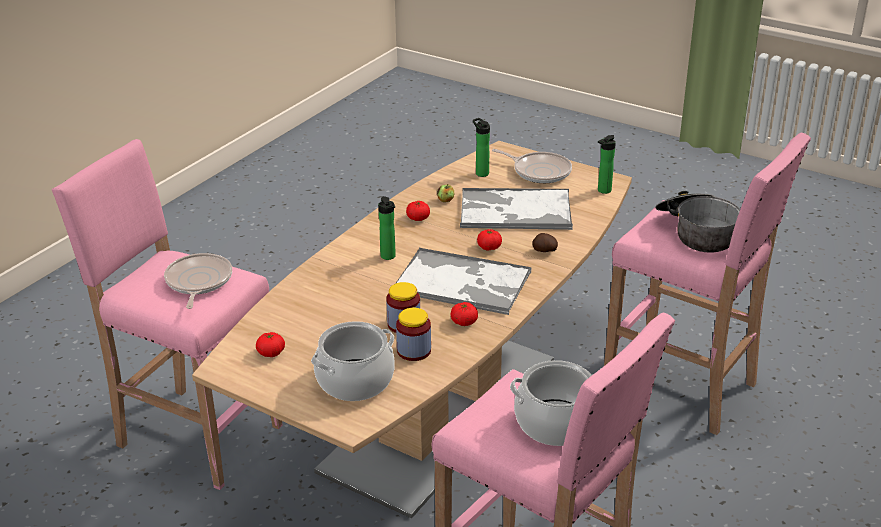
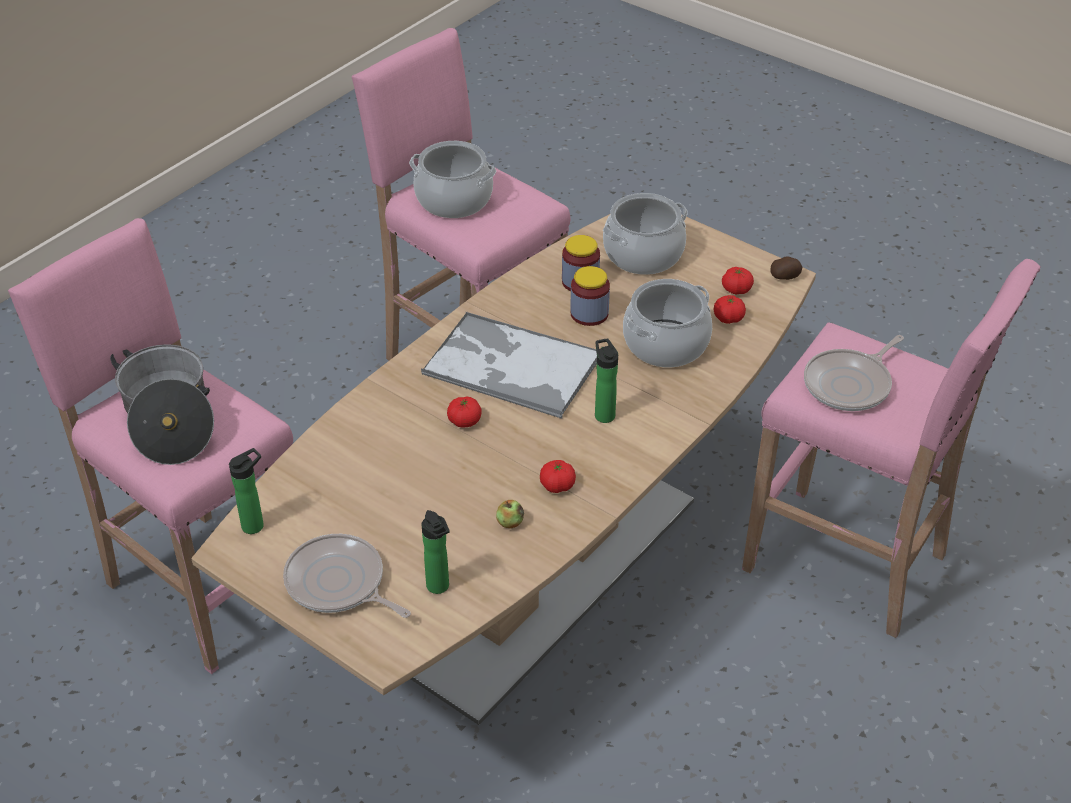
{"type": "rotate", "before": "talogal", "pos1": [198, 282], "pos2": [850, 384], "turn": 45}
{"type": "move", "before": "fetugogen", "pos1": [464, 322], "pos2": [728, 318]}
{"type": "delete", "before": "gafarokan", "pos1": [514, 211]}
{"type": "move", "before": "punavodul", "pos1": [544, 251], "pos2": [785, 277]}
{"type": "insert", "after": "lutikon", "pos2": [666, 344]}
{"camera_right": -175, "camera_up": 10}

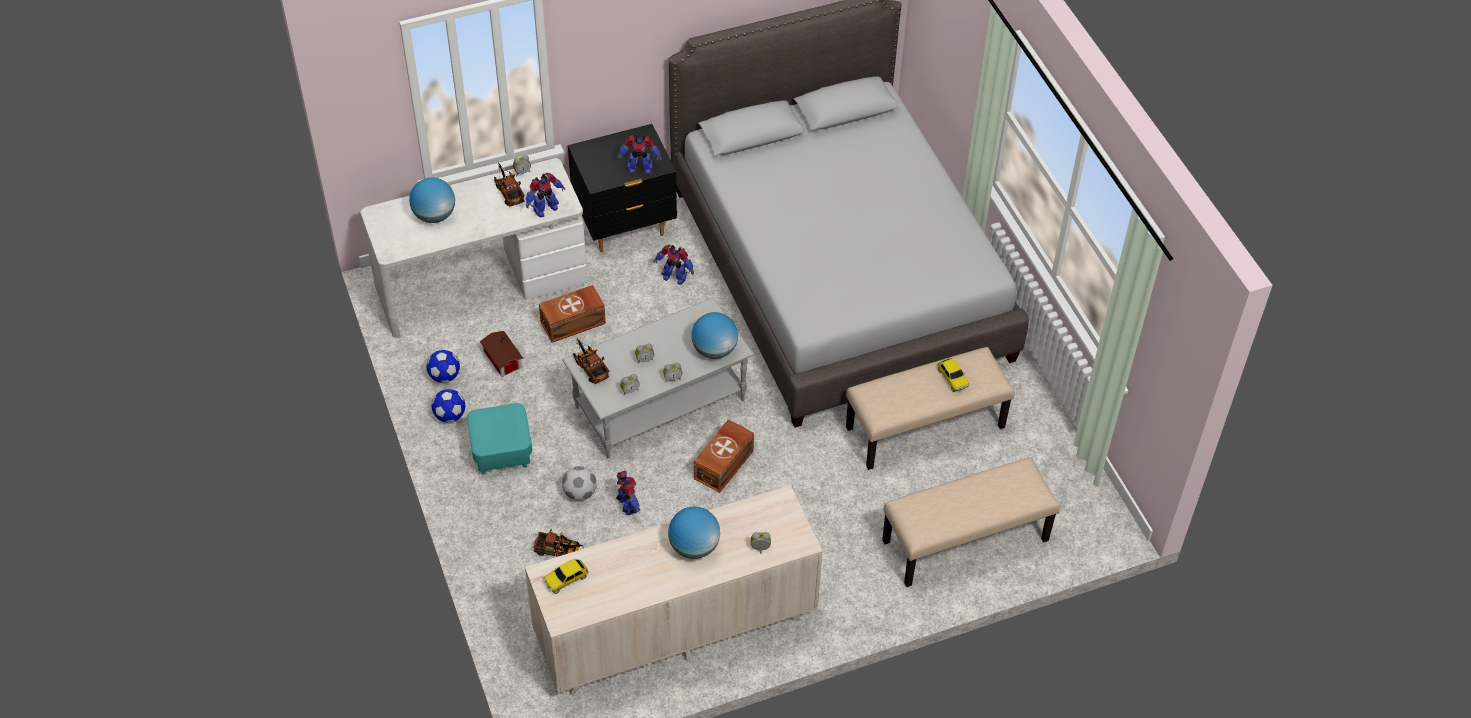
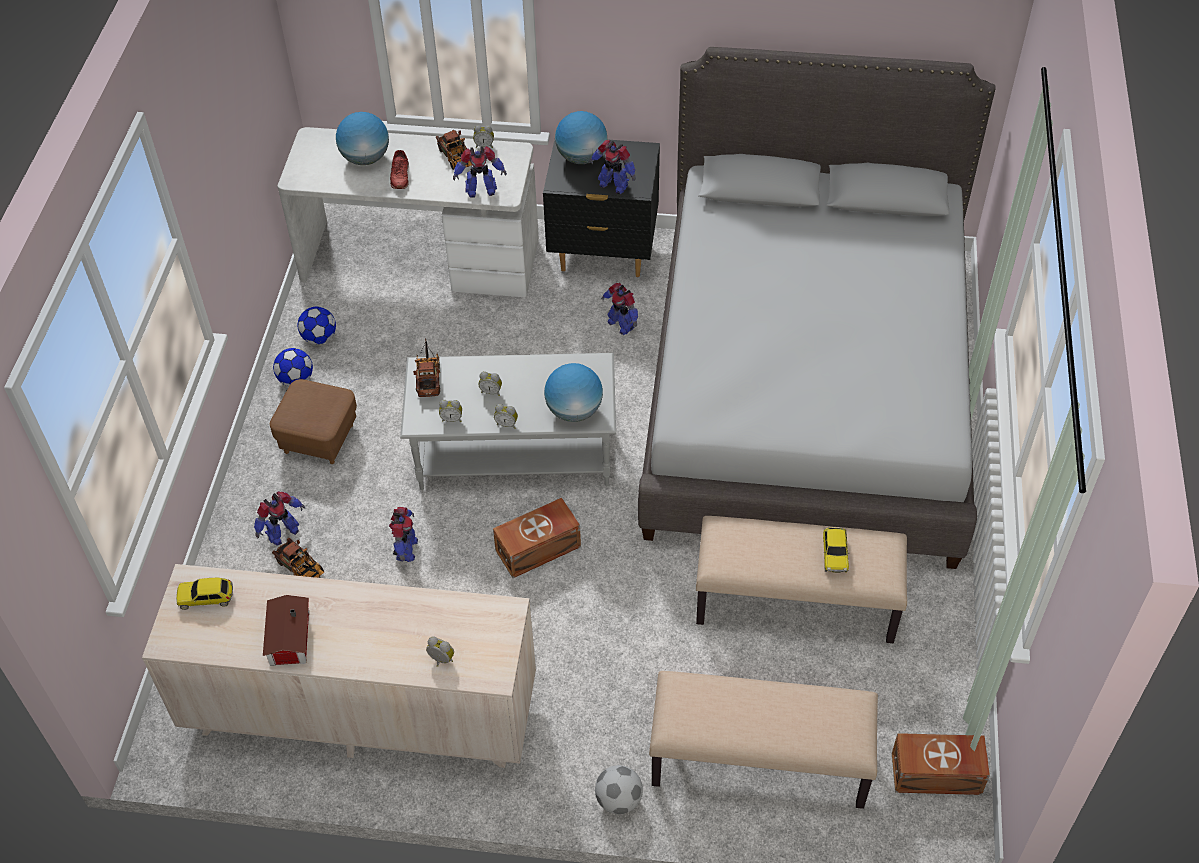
{"type": "recolor", "before": "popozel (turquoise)", "after": "popozel (brown)", "pos1": [502, 452], "pos2": [319, 438]}
{"type": "move", "before": "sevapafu", "pos1": [502, 360], "pos2": [288, 639]}
{"type": "rotate", "before": "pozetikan", "pos1": [508, 191], "pos2": [457, 159], "turn": 150}
{"type": "move", "before": "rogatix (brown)", "pos1": [574, 323], "pos2": [937, 775]}
{"type": "move", "before": "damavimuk", "pos1": [580, 493], "pos2": [618, 800]}
{"type": "move", "before": "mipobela", "pos1": [694, 546], "pos2": [582, 157]}
{"type": "insert", "after": "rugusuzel", "pos2": [282, 533]}
{"type": "insert", "after": "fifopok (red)", "pos2": [400, 176]}
{"camera_right": 30, "camera_up": 0}

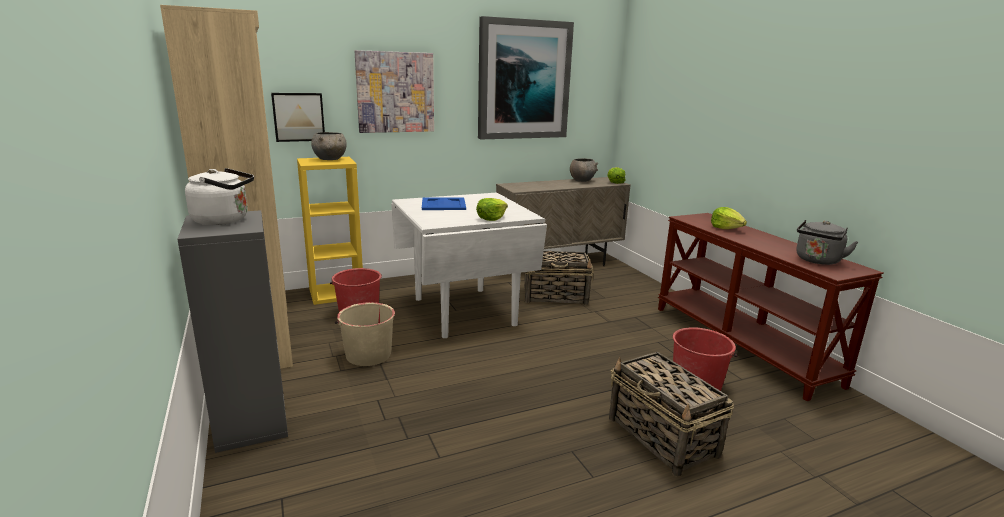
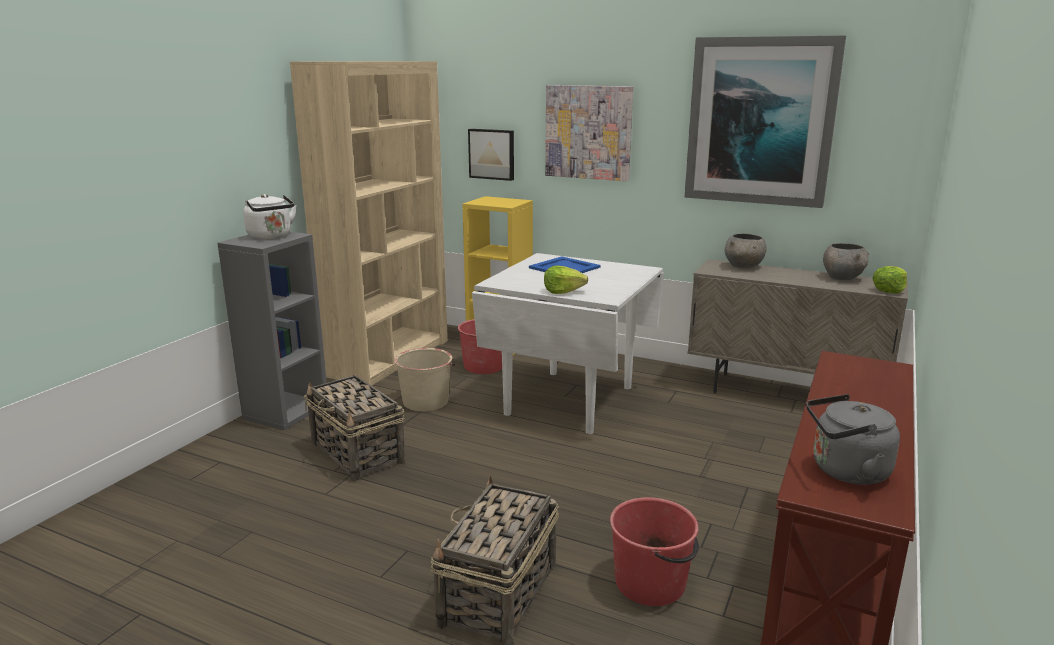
{"type": "move", "before": "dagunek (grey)", "pos1": [330, 159], "pos2": [744, 267]}
{"type": "move", "before": "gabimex", "pos1": [556, 296], "pos2": [358, 454]}
{"type": "delete", "before": "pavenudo", "pos1": [726, 228]}
{"camera_right": 50, "camera_up": 0}

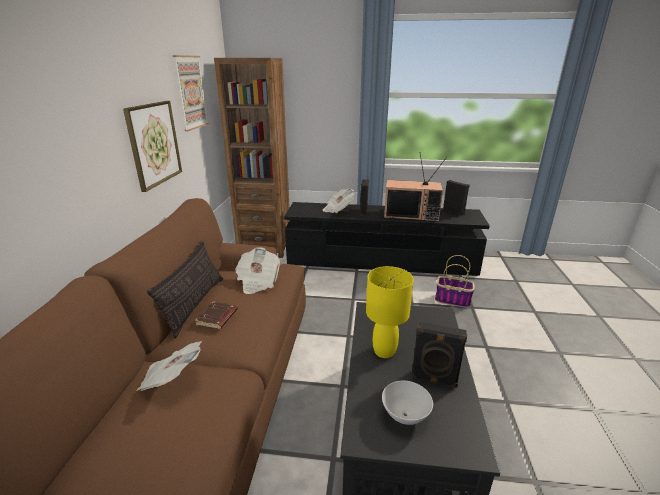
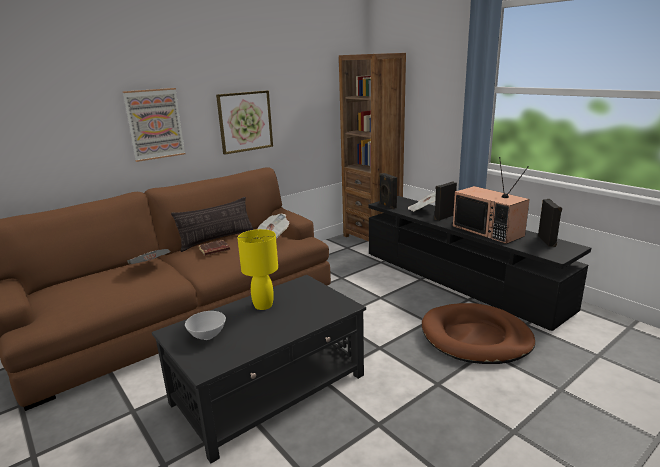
{"type": "move", "before": "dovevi", "pos1": [190, 92], "pos2": [155, 124]}
{"type": "move", "before": "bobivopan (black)", "pos1": [433, 380], "pos2": [387, 206]}
{"type": "replace", "before": "gabimex", "after": "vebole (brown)", "pos1": [453, 300], "pos2": [475, 337]}
{"camera_right": 45, "camera_up": -5}

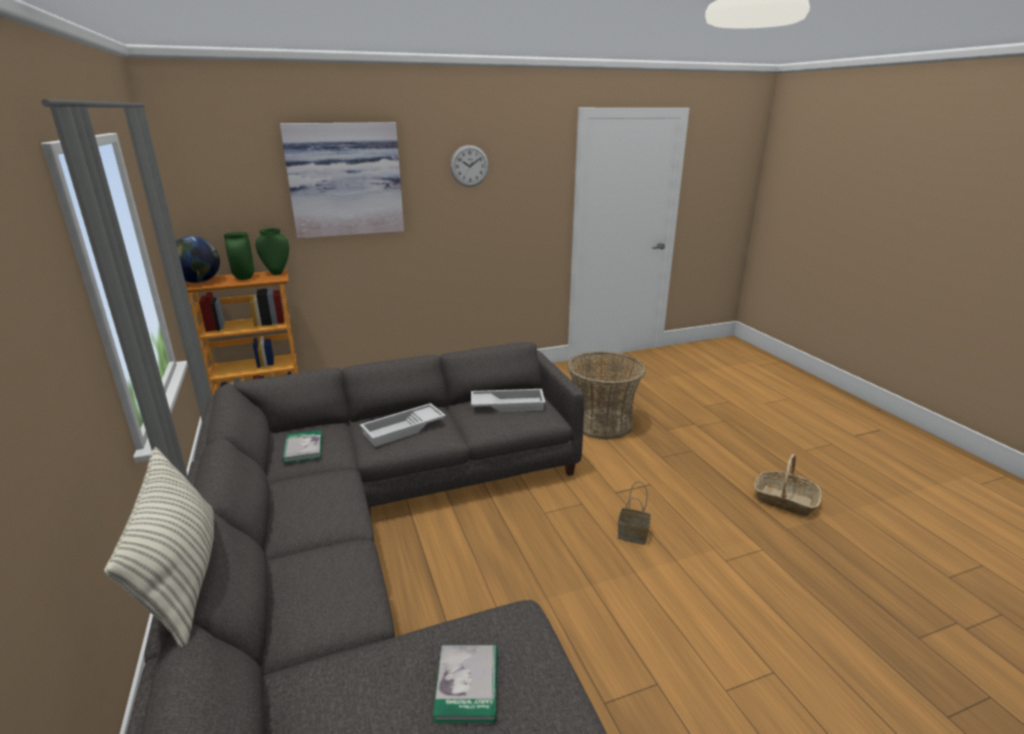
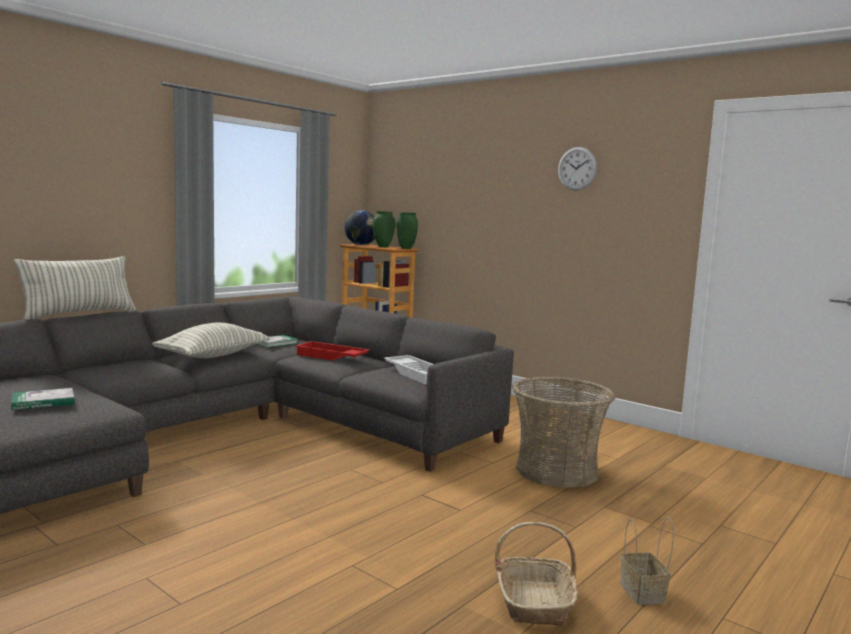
{"type": "delete", "before": "dovevi", "pos1": [345, 180]}
{"type": "recolor", "before": "gafarokan (white)", "after": "gafarokan (red)", "pos1": [403, 429], "pos2": [330, 357]}
{"type": "move", "before": "gabimex", "pos1": [634, 534], "pos2": [644, 593]}
{"type": "insert", "after": "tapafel", "pos2": [213, 356]}
{"camera_right": 60, "camera_up": -15}

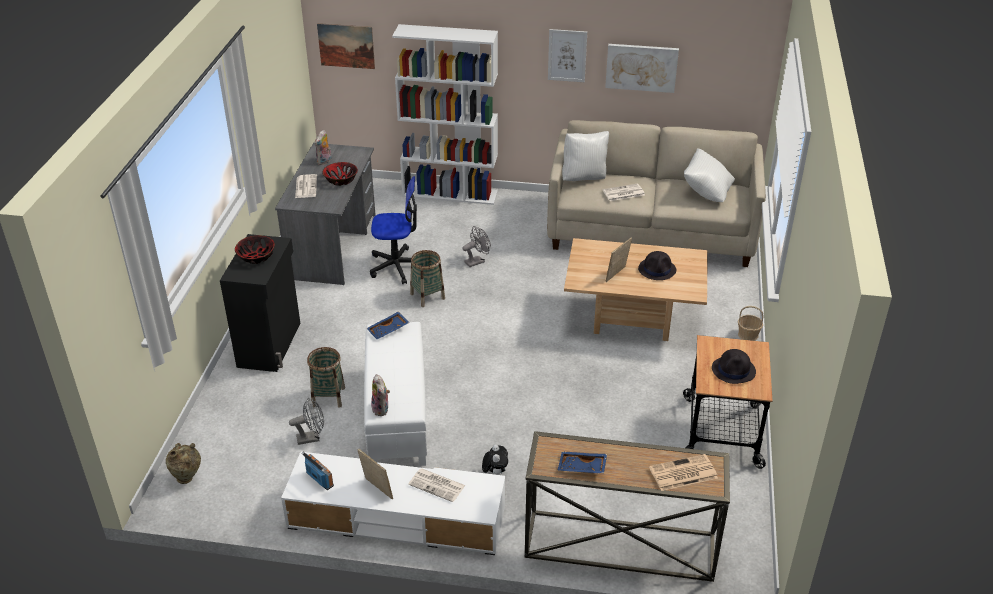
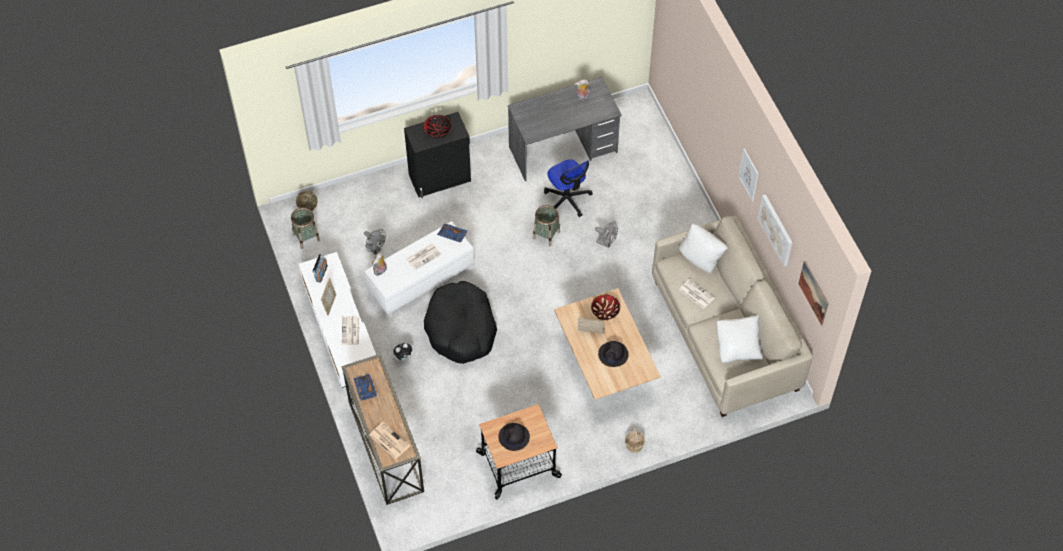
{"type": "move", "before": "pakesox", "pos1": [306, 186], "pos2": [423, 256]}
{"type": "move", "before": "gabimex", "pos1": [328, 397], "pos2": [306, 237]}
{"type": "move", "before": "dovevi", "pos1": [346, 46], "pos2": [813, 293]}
{"type": "move", "before": "dagunek", "pos1": [340, 180], "pos2": [605, 311]}
{"type": "delete", "before": "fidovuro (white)", "pos1": [450, 193]}
{"type": "insert", "after": "vebole (black)", "pos2": [461, 329]}
{"camera_right": 60, "camera_up": 20}

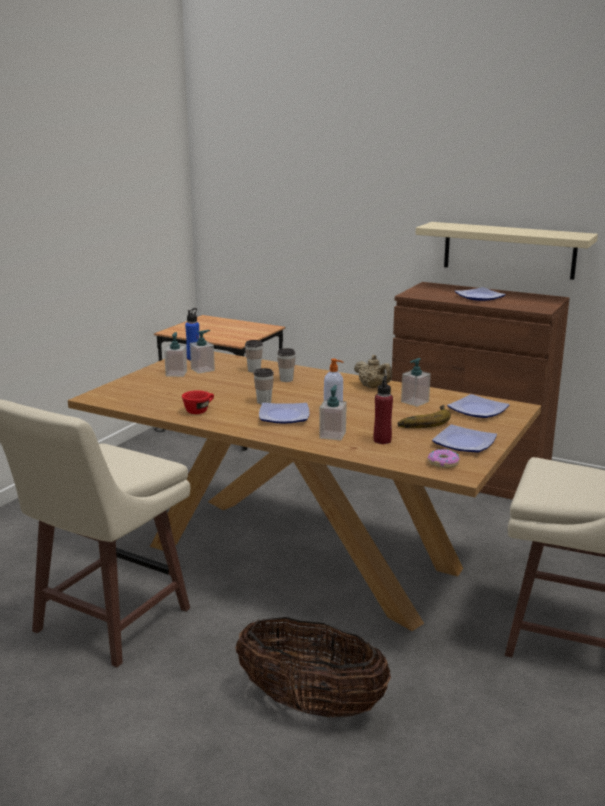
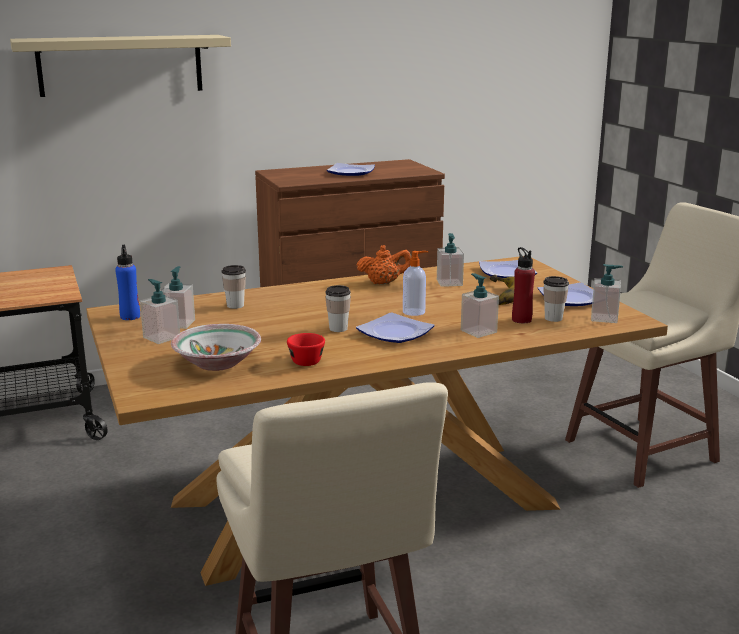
{"type": "delete", "before": "gabimex", "pos1": [311, 704]}
{"type": "move", "before": "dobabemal", "pos1": [286, 380], "pos2": [553, 318]}
{"type": "recolor", "before": "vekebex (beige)", "after": "vekebex (orange)", "pos1": [373, 387], "pos2": [384, 283]}
{"type": "move", "before": "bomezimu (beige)", "pos1": [509, 250], "pos2": [121, 65]}
{"type": "replace", "before": "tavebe", "after": "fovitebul", "pos1": [443, 463], "pos2": [604, 318]}
{"type": "insert", "after": "dagunek", "pos2": [218, 363]}
{"camera_right": -50, "camera_up": 0}

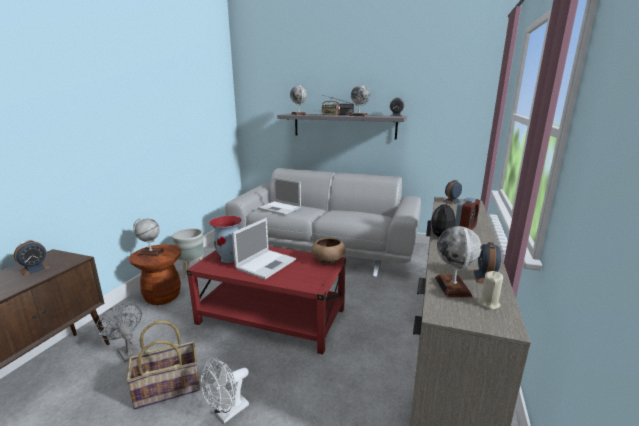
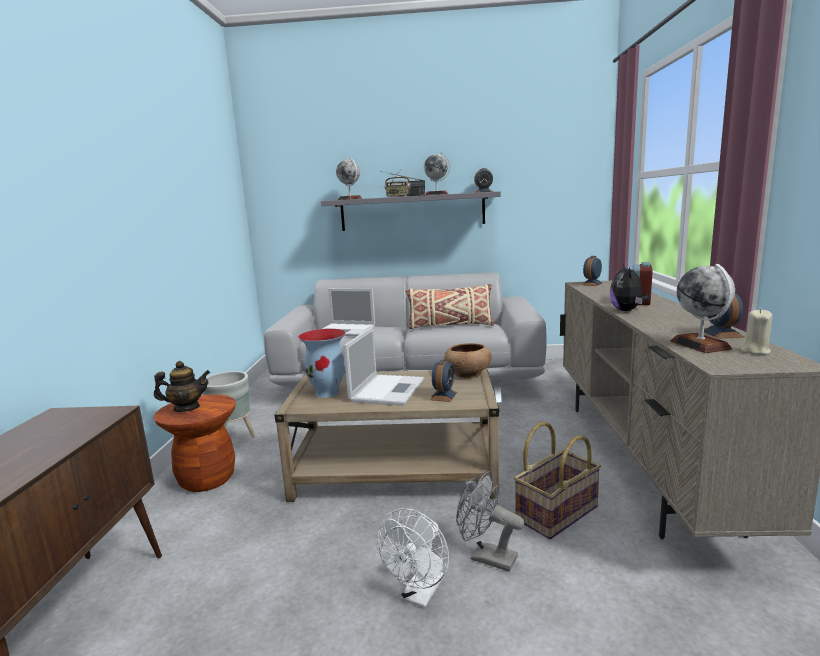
{"type": "move", "before": "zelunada", "pos1": [35, 269], "pos2": [443, 396]}
{"type": "move", "before": "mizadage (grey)", "pos1": [126, 351], "pos2": [486, 557]}
{"type": "move", "before": "gabimex", "pos1": [168, 387], "pos2": [556, 512]}
{"type": "replace", "before": "mipobela", "after": "vekebex", "pos1": [150, 253], "pos2": [186, 408]}
{"type": "recolor", "before": "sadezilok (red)", "after": "sadezilok (beige)", "pos1": [272, 317], "pos2": [396, 471]}
{"type": "insert", "after": "tapafel (beige)", "pos2": [450, 326]}
{"camera_right": -15, "camera_up": -5}

